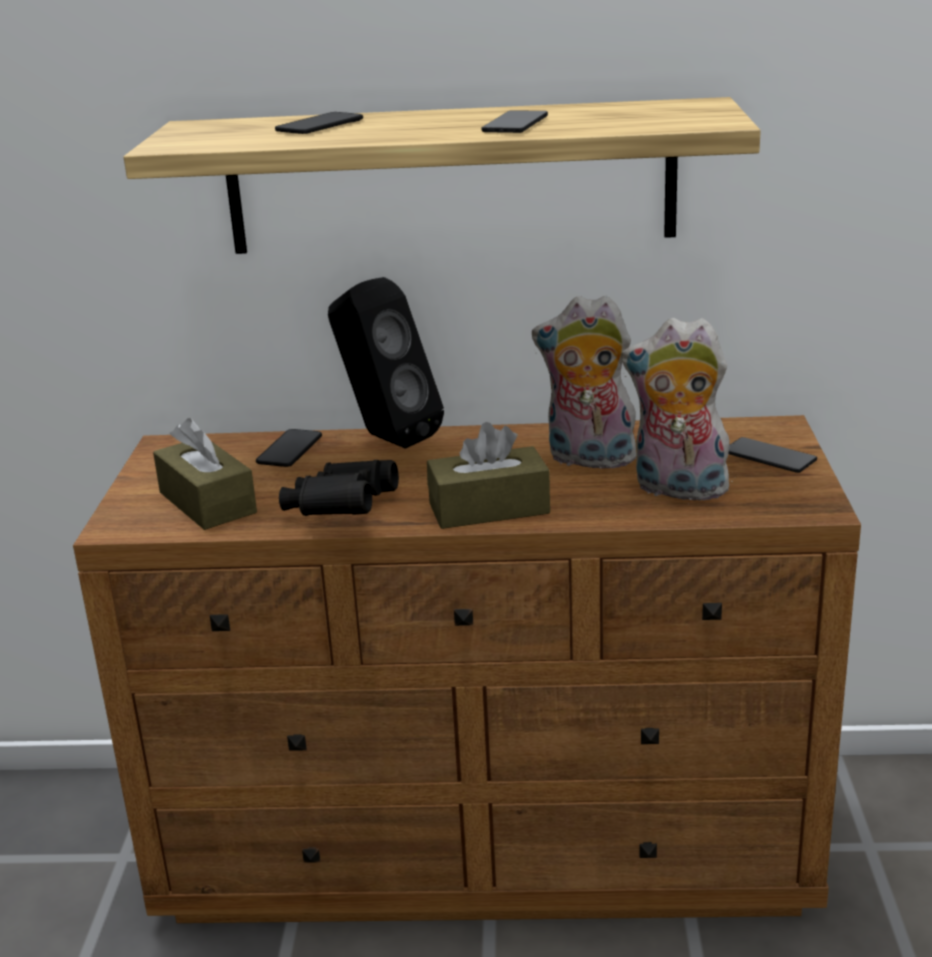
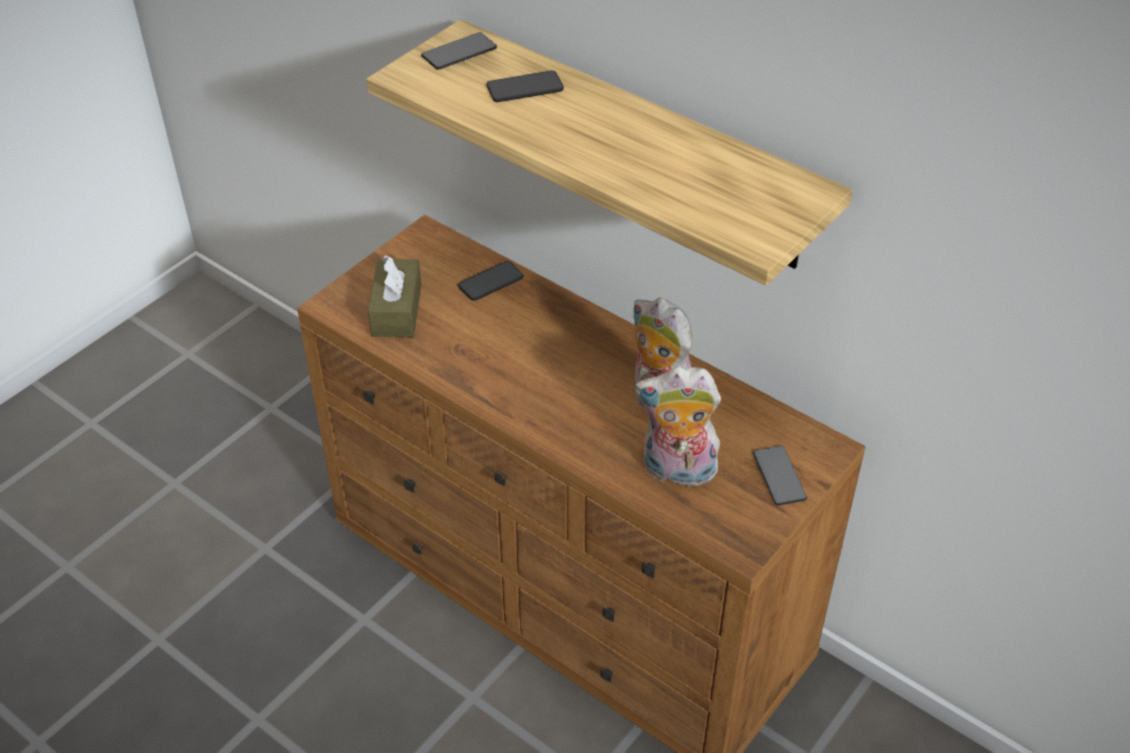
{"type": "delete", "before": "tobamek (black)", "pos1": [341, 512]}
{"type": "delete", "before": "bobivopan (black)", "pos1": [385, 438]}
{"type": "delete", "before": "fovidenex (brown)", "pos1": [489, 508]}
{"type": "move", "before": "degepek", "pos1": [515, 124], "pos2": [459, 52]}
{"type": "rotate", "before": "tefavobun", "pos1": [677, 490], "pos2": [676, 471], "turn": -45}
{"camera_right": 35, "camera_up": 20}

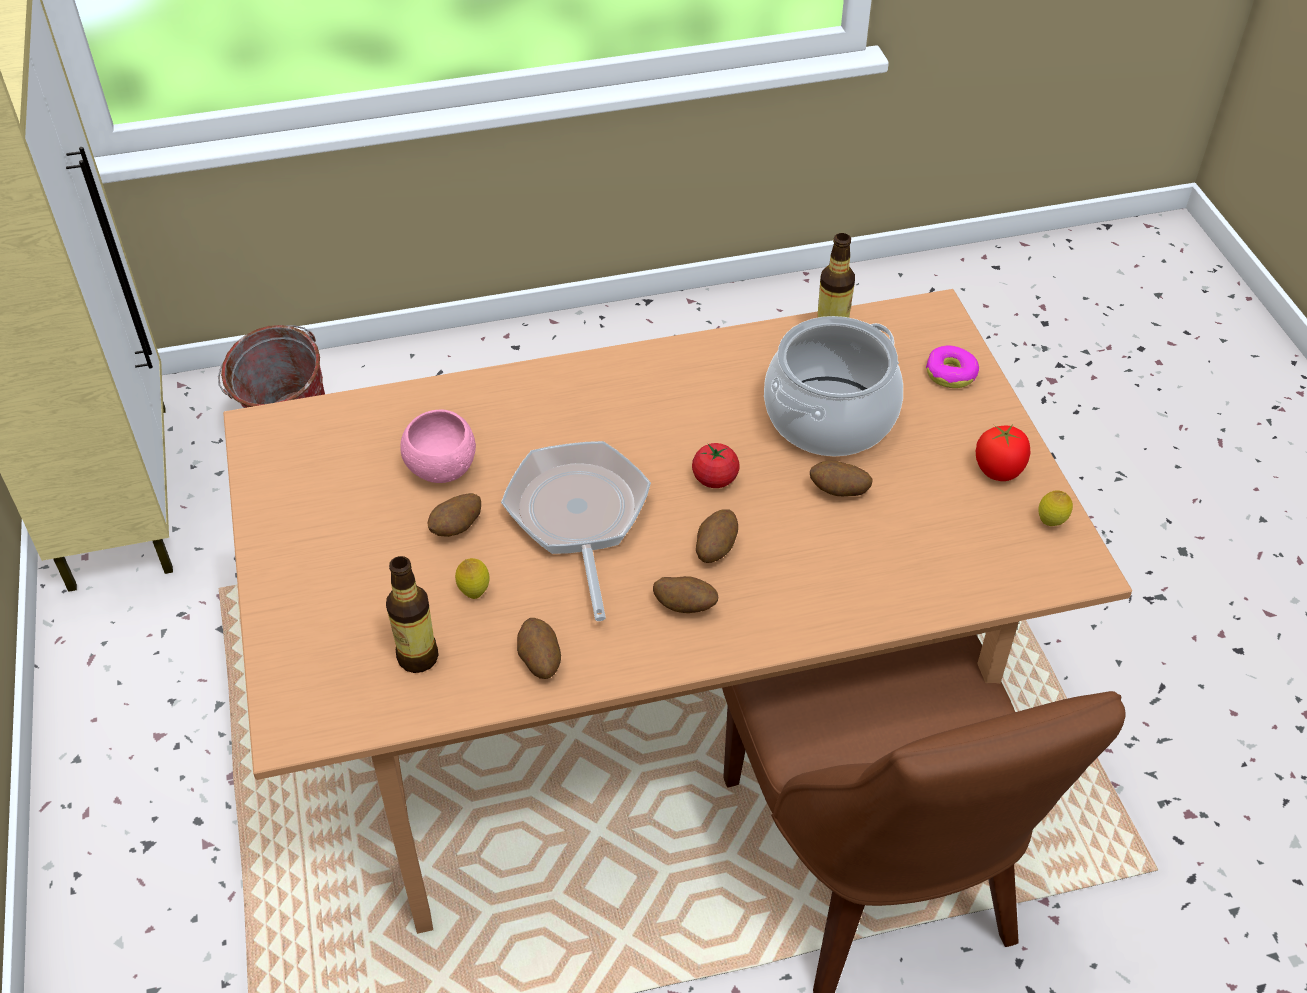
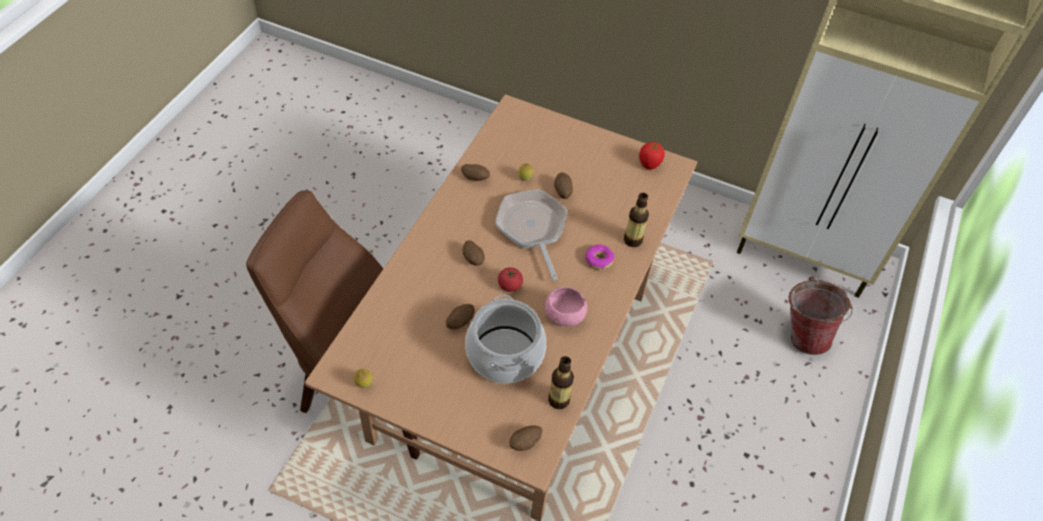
{"type": "move", "before": "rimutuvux", "pos1": [418, 657], "pos2": [632, 240]}
{"type": "move", "before": "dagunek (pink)", "pos1": [441, 468], "pos2": [564, 316]}
{"type": "rotate", "before": "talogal", "pos1": [578, 518], "pos2": [532, 229], "turn": -135}
{"type": "move", "before": "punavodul", "pos1": [685, 606], "pos2": [525, 443]}
{"type": "move", "before": "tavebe", "pos1": [951, 374], "pos2": [598, 260]}
{"type": "move", "before": "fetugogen", "pos1": [999, 470], "pos2": [649, 164]}
{"camera_right": 125, "camera_up": 5}

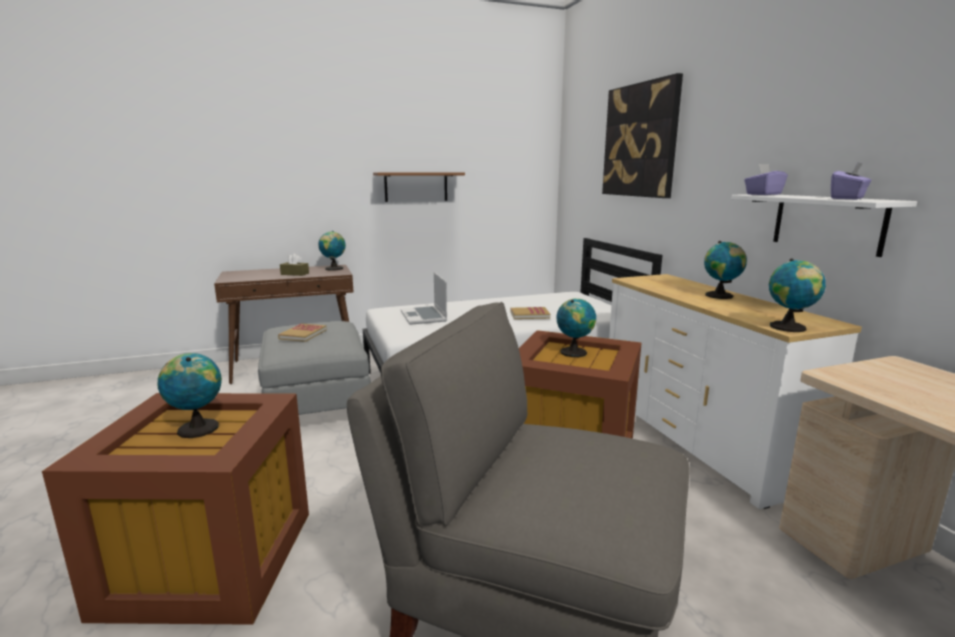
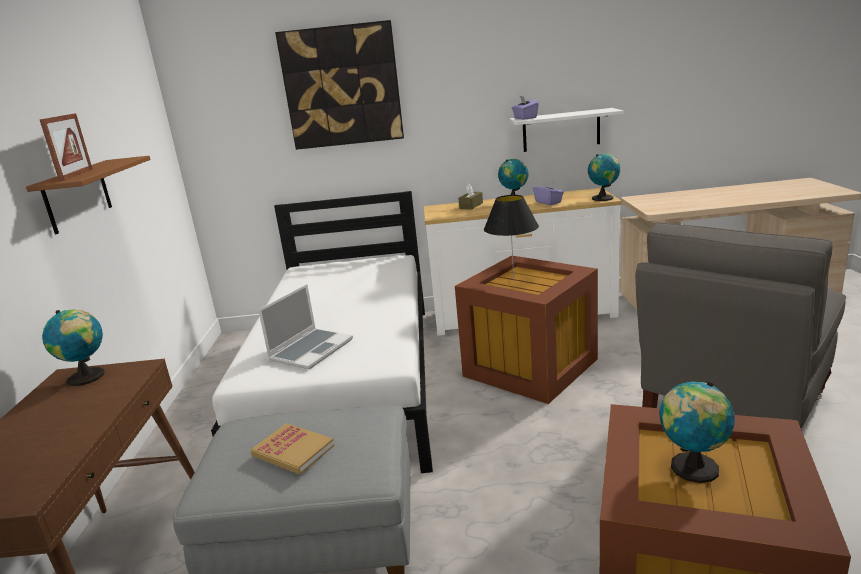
{"type": "move", "before": "fovidenex (brown)", "pos1": [295, 274], "pos2": [471, 206]}
{"type": "rotate", "before": "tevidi", "pos1": [424, 317], "pos2": [311, 349], "turn": -60}
{"type": "delete", "before": "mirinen", "pos1": [529, 315]}
{"type": "replace", "before": "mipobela", "after": "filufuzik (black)", "pos1": [574, 352], "pos2": [513, 281]}
{"type": "move", "before": "fovidenex (purple)", "pos1": [848, 198], "pos2": [548, 202]}
{"type": "insert", "after": "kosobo", "pos2": [76, 175]}
{"camera_right": -70, "camera_up": 5}

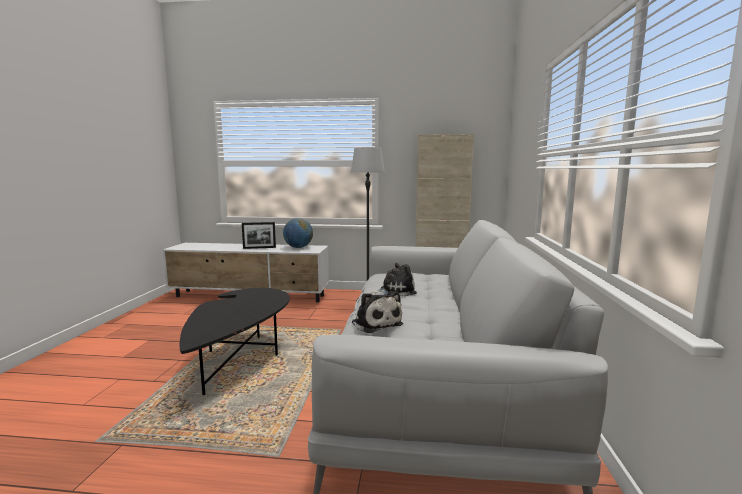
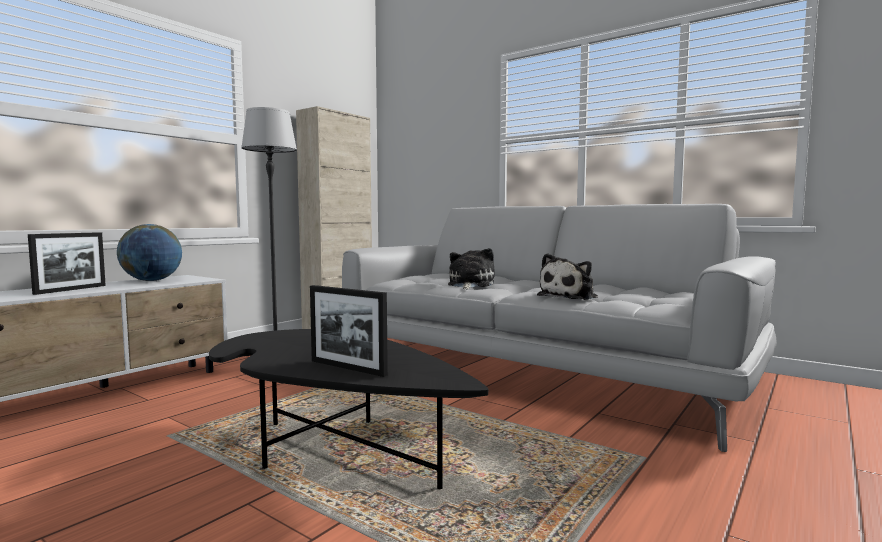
{"type": "rotate", "before": "tefavobun", "pos1": [375, 323], "pos2": [570, 297], "turn": 135}
{"type": "insert", "after": "kosobo", "pos2": [347, 368]}
{"camera_right": -60, "camera_up": -5}

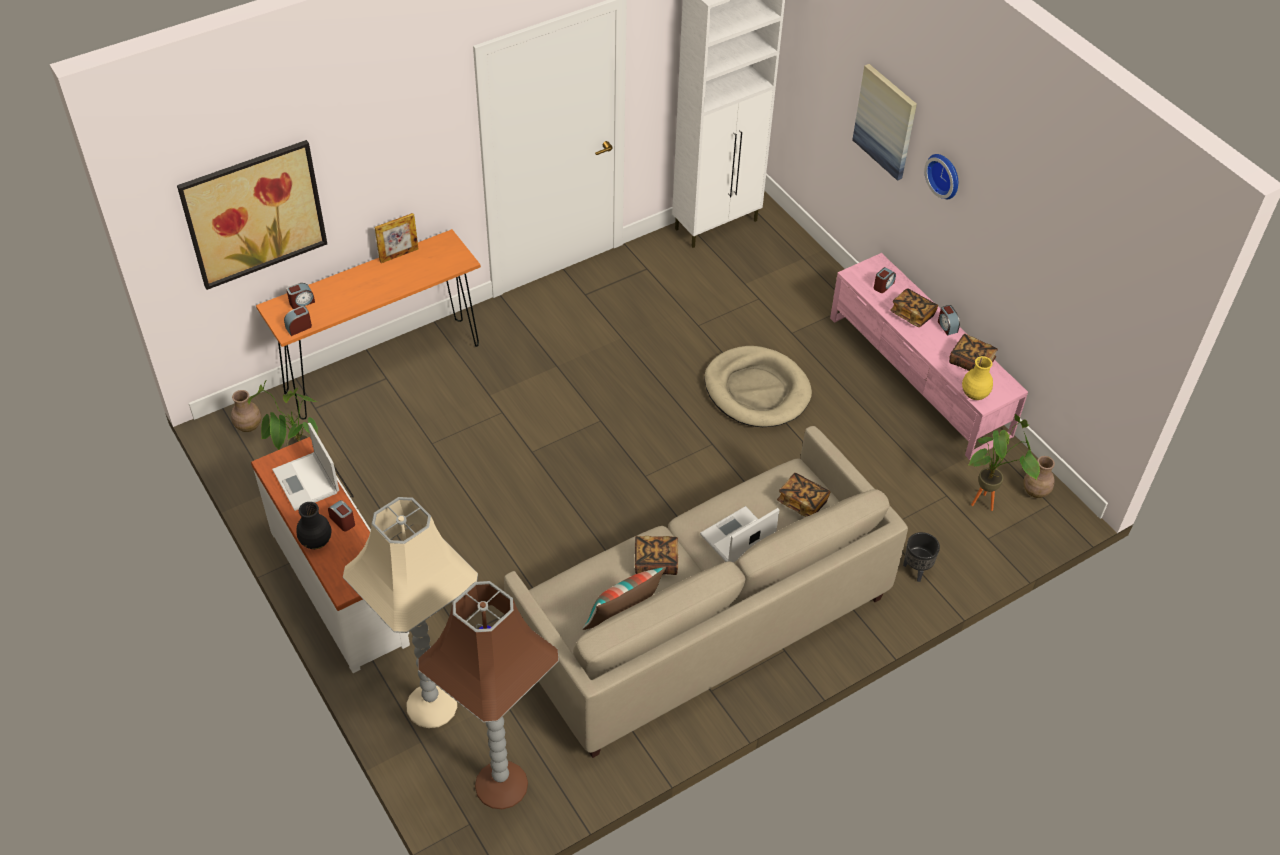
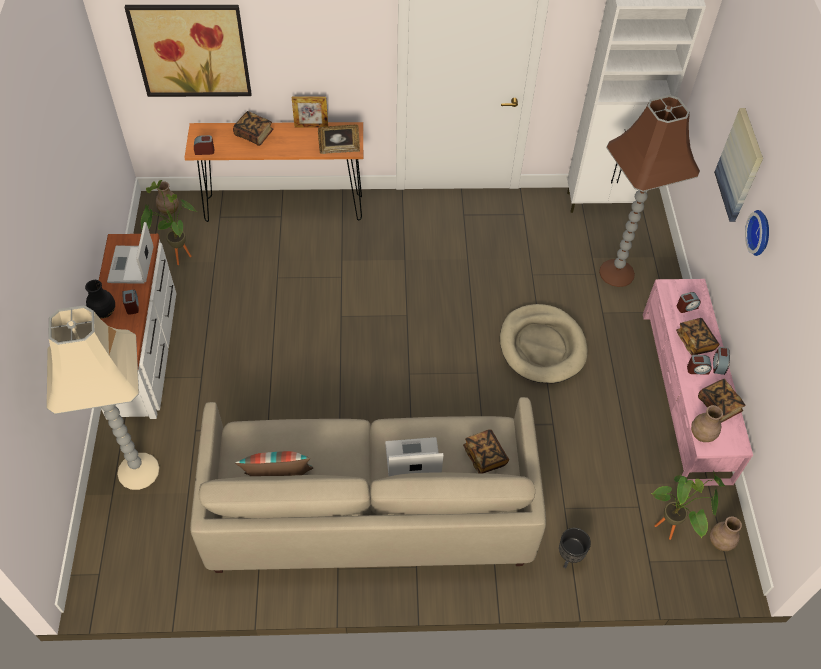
{"type": "move", "before": "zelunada", "pos1": [301, 302], "pos2": [697, 369]}
{"type": "move", "before": "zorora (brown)", "pos1": [500, 785], "pos2": [615, 272]}
{"type": "move", "before": "mirinen", "pos1": [656, 562], "pos2": [254, 135]}
{"type": "recolor", "before": "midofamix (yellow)", "after": "midofamix (brown)", "pos1": [974, 394], "pos2": [702, 435]}
{"type": "insert", "after": "kosobo", "pos2": [339, 150]}
{"camera_right": 30, "camera_up": 5}

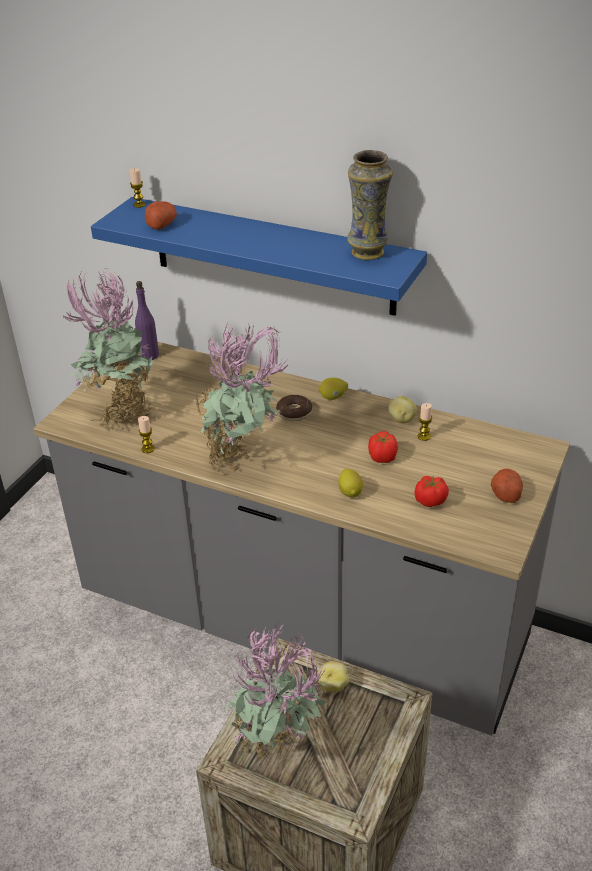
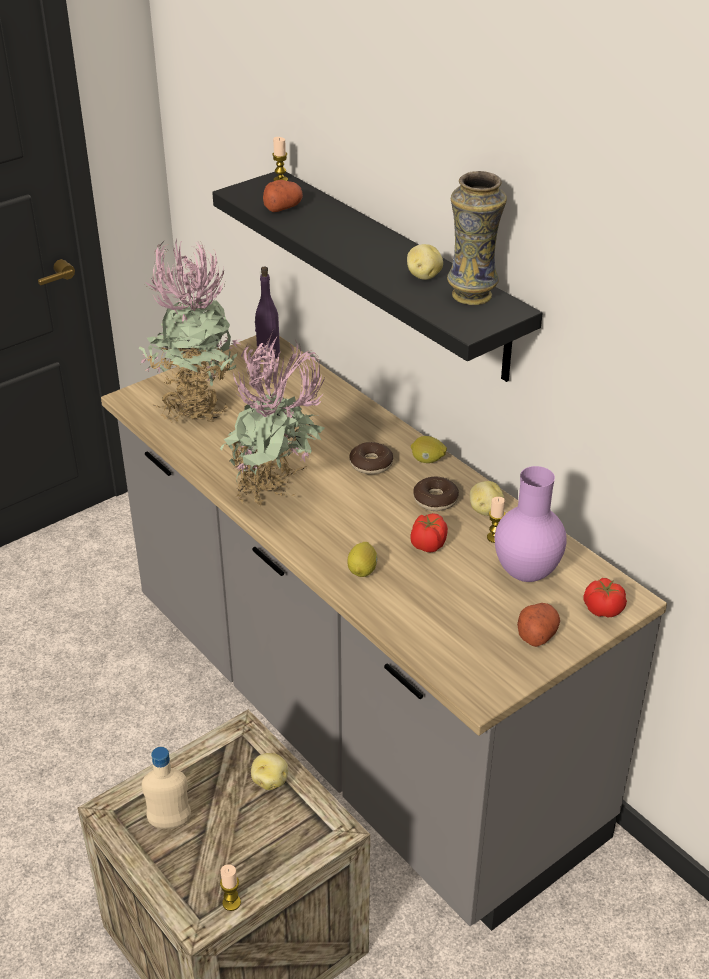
{"type": "recolor", "before": "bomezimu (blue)", "after": "bomezimu (black)", "pos1": [272, 256], "pos2": [398, 274]}
{"type": "move", "before": "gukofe", "pos1": [148, 449], "pos2": [231, 902]}
{"type": "replace", "before": "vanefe", "after": "rimutuvux (beige)", "pos1": [279, 749], "pos2": [170, 822]}
{"type": "move", "before": "fetugogen", "pos1": [430, 501], "pos2": [603, 610]}
{"type": "insert", "after": "punavodul", "pos2": [423, 276]}
{"type": "insert", "after": "tavebe", "pos2": [435, 500]}
{"type": "insert", "after": "midofamix (purple)", "pos2": [524, 573]}
{"camera_right": 25, "camera_up": 0}

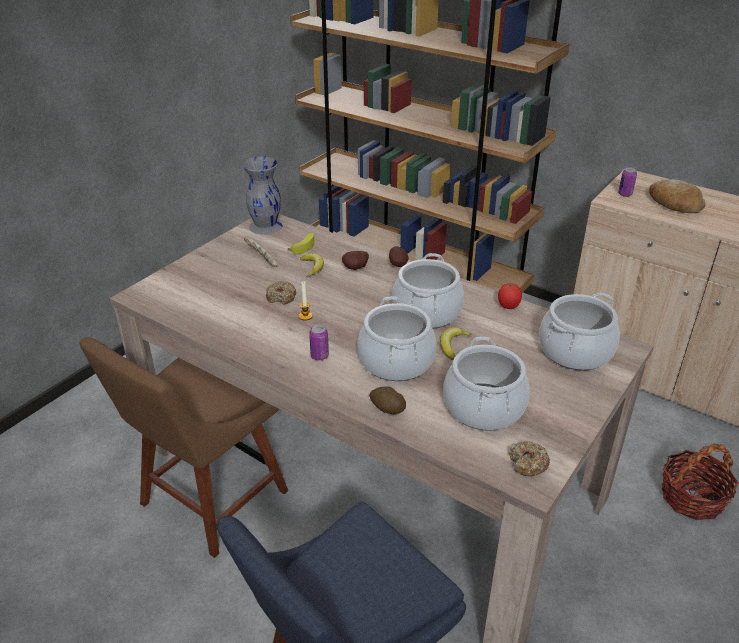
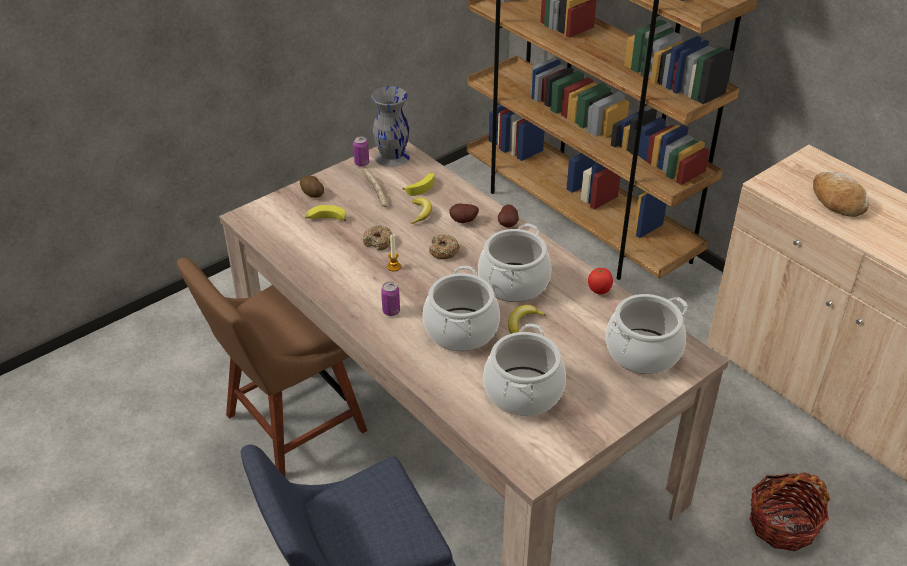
{"type": "move", "before": "punavodul", "pos1": [387, 408], "pos2": [312, 193]}
{"type": "move", "before": "tavebe", "pos1": [528, 464], "pos2": [443, 251]}
{"type": "move", "before": "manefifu", "pos1": [625, 194], "pos2": [361, 163]}
{"type": "insert", "after": "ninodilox", "pos2": [326, 219]}
{"camera_right": 15, "camera_up": 5}

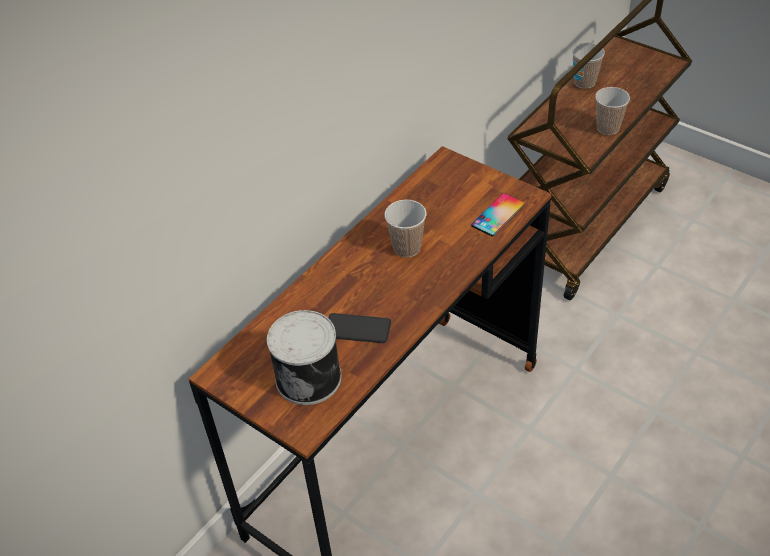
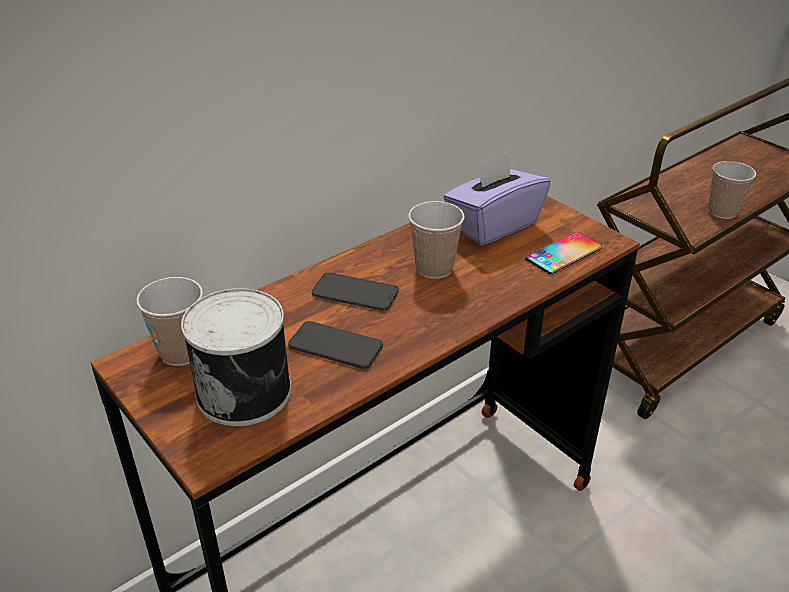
{"type": "move", "before": "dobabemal", "pos1": [584, 82], "pos2": [181, 352]}
{"type": "insert", "after": "degepek", "pos2": [355, 292]}
{"type": "insert", "after": "fovidenex (purple)", "pos2": [493, 225]}
{"camera_right": 10, "camera_up": -10}

